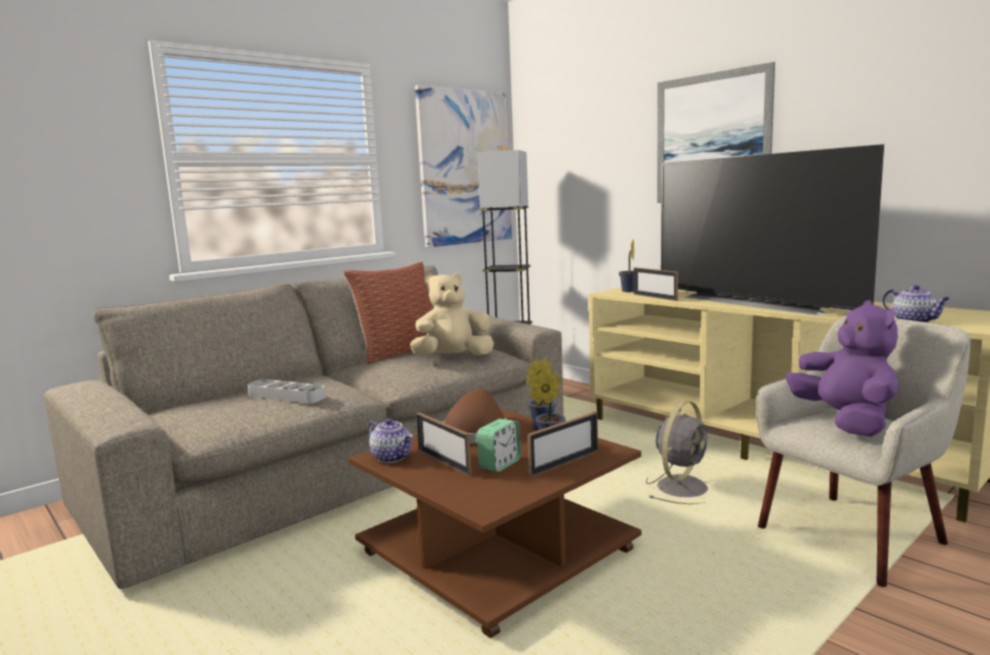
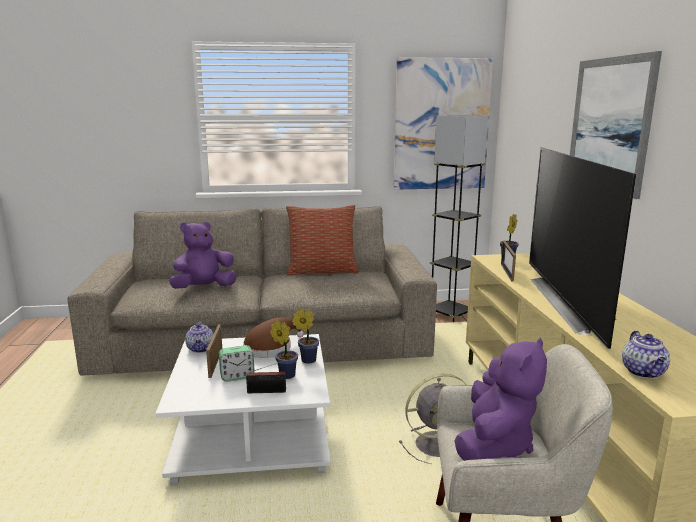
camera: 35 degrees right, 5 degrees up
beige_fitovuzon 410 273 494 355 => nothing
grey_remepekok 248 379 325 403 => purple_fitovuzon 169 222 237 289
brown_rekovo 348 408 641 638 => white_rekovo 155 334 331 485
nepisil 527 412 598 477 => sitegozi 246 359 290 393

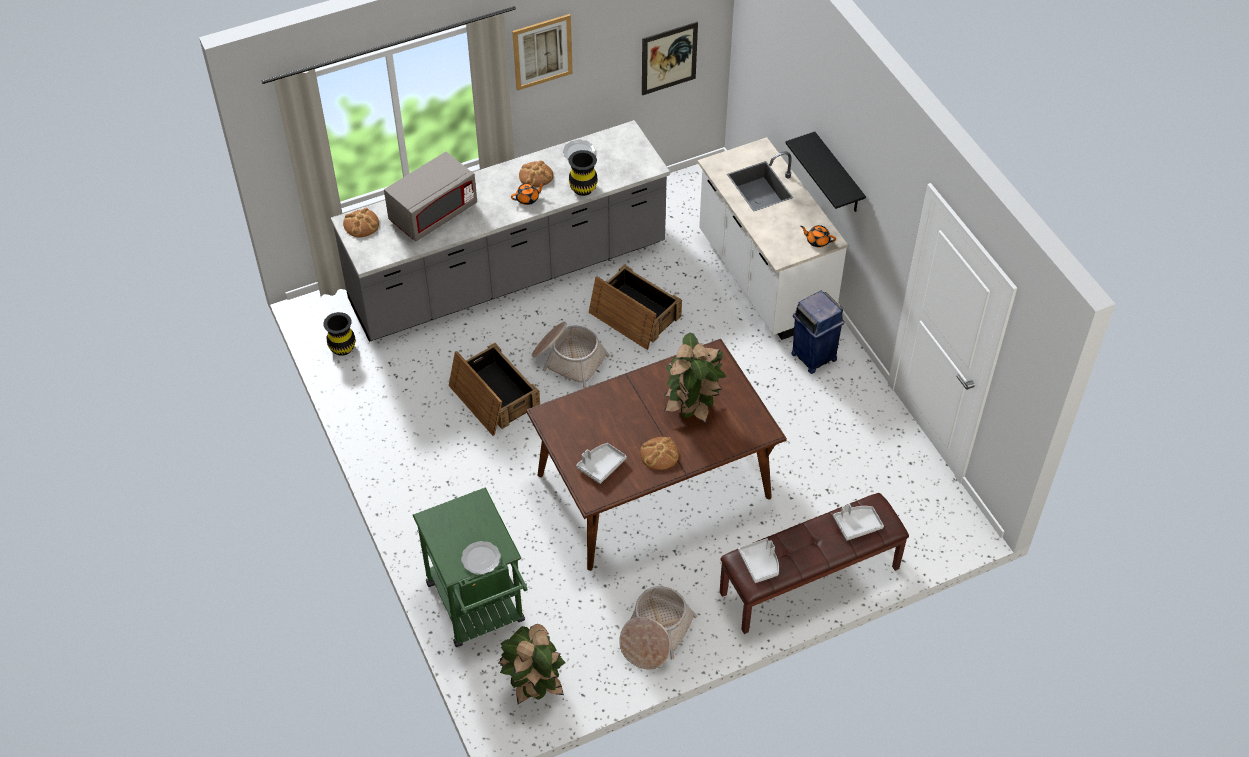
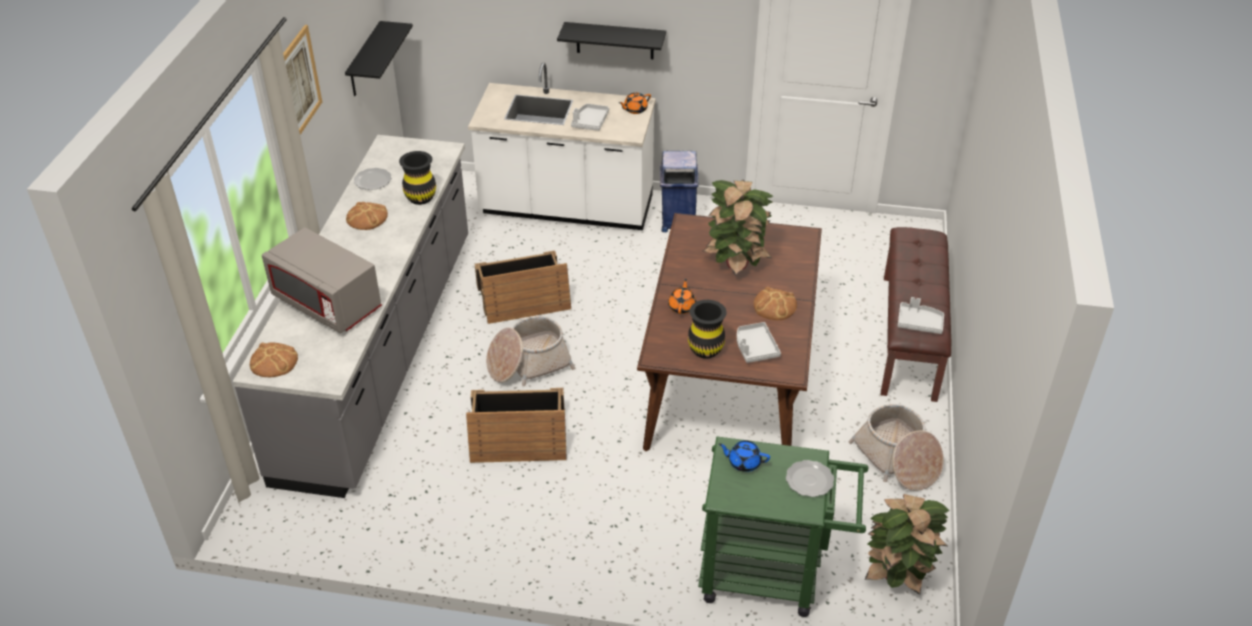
camera: 55 degrees left, 10 degrees down
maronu 642 22 698 95 => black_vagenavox 345 21 413 96
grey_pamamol 384 152 477 241 => grey_pamamol 262 227 382 333, 135 degrees clockwise
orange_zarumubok 511 183 545 205 => orange_zarumubok 668 279 696 314, shifted
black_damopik 323 312 356 356 => black_damopik 688 300 727 359, shifted
grey_remepekok 833 504 884 541 => grey_remepekok 571 104 609 131, shifted
nothing => blue_zarumubok 719 440 770 472

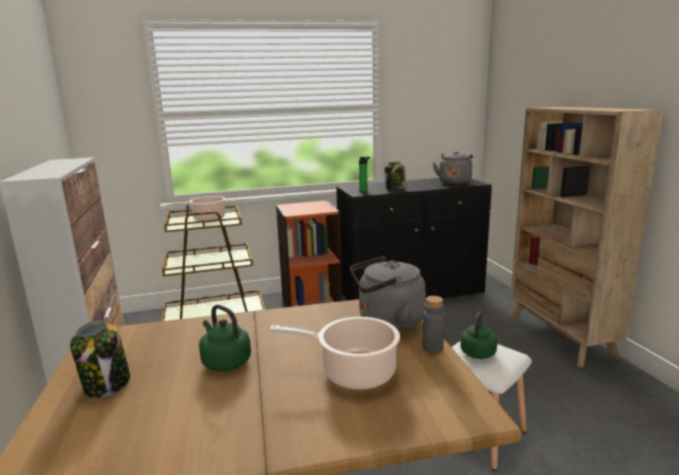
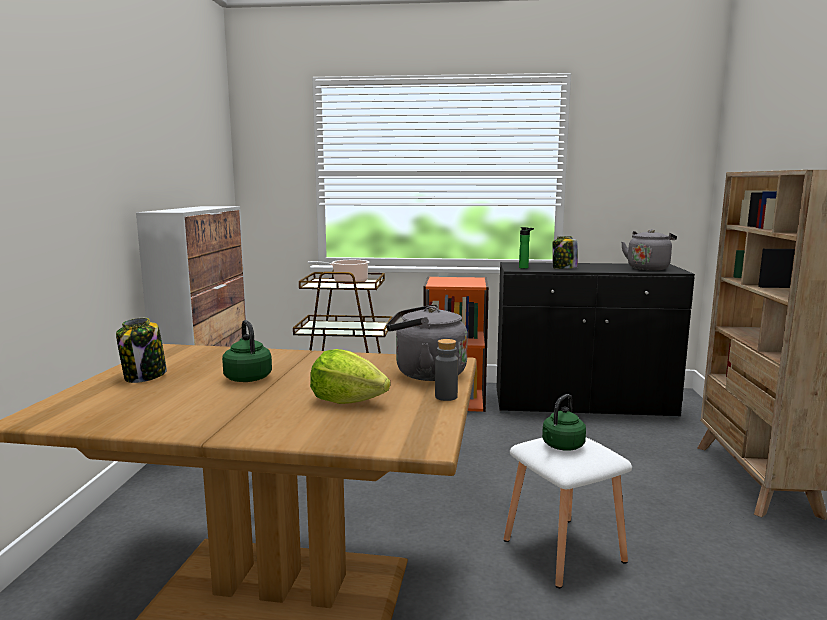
camera: 20 degrees right, 5 degrees down
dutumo 269 317 400 390 => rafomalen 310 349 390 404

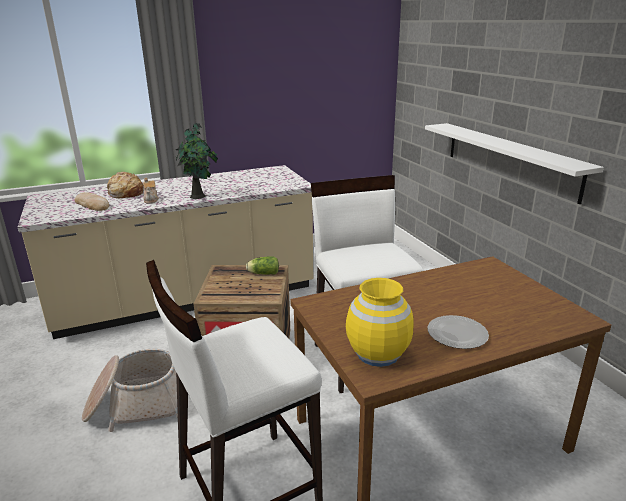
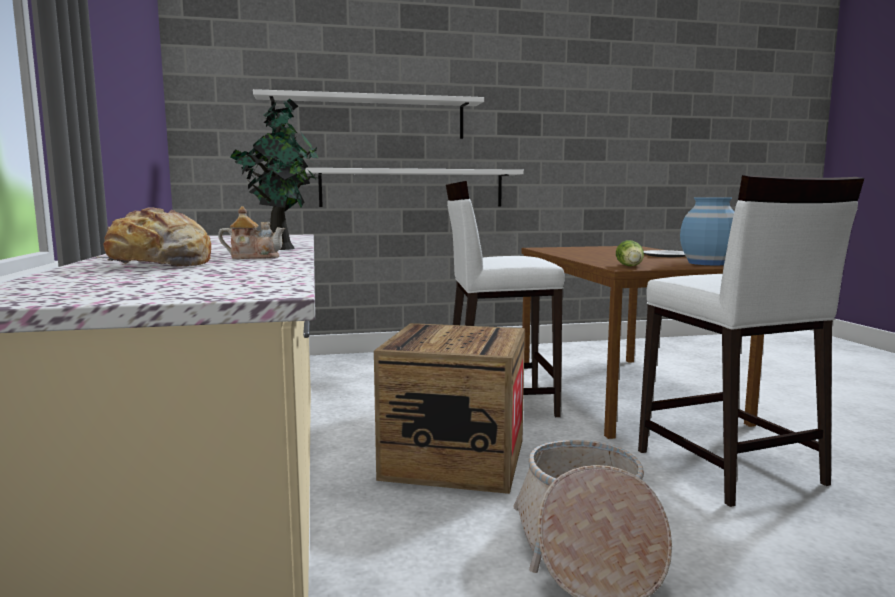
camera: 80 degrees left, 15 degrees down
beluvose 75 192 109 211 => nothing
rafomalen 246 256 279 275 => rafomalen 616 240 644 266, shifted
yellow_damopik 346 278 414 367 => blue_damopik 680 198 735 265
nothing => white_vagenavox 253 89 484 139

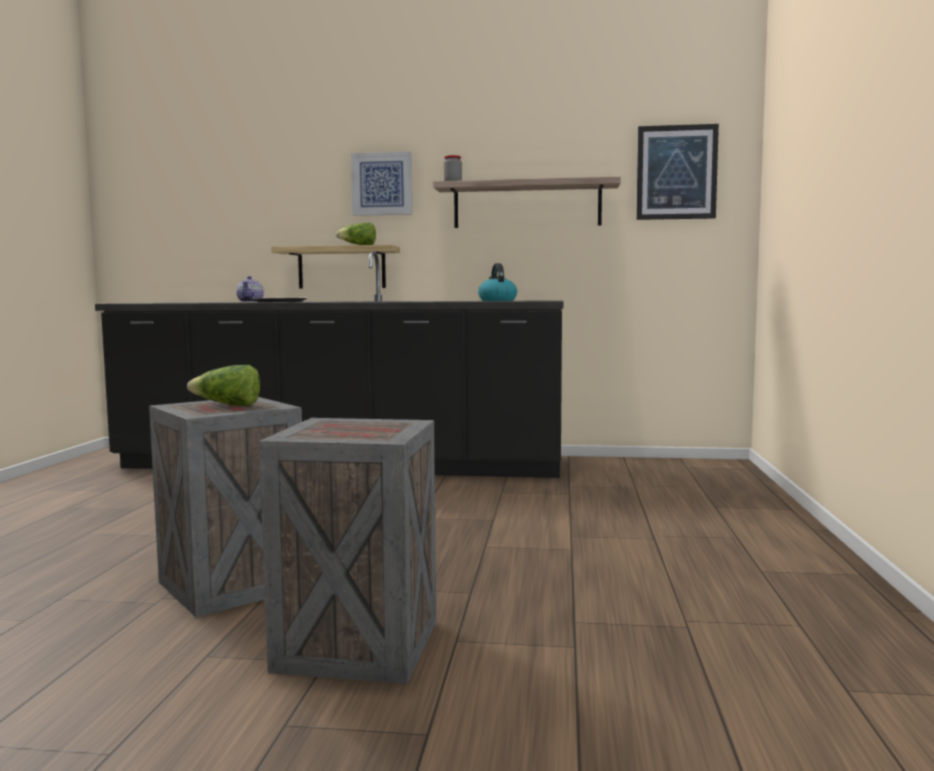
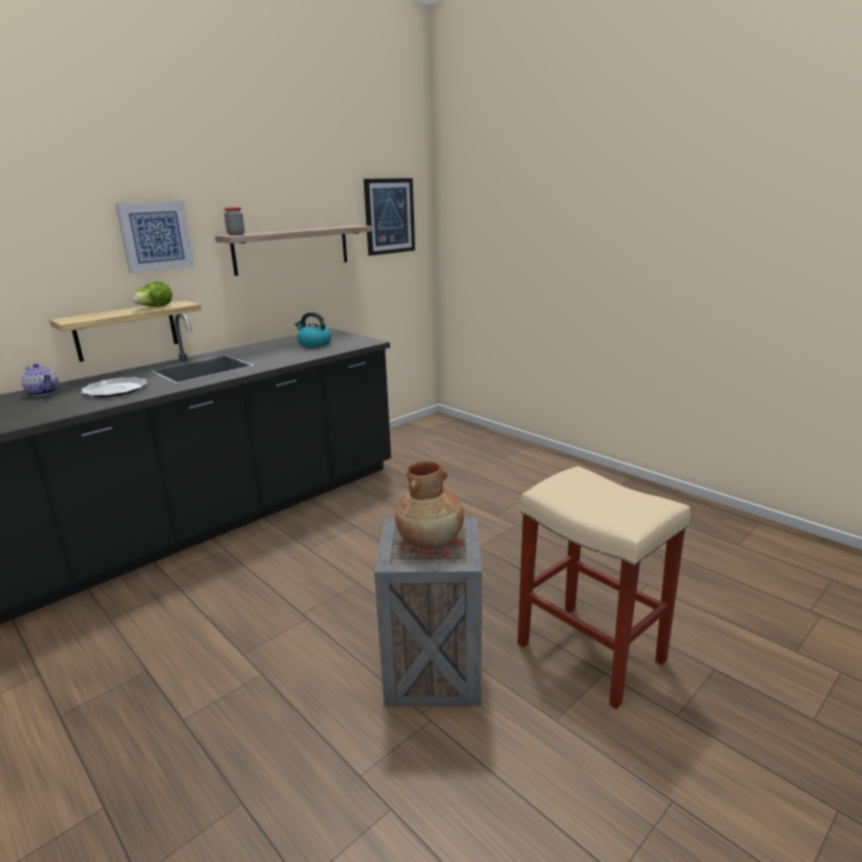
camera: 50 degrees left, 15 degrees up
rafomalen 187 365 260 406 => brown_damopik 395 461 464 550
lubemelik 259 418 436 684 => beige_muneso 518 466 691 709

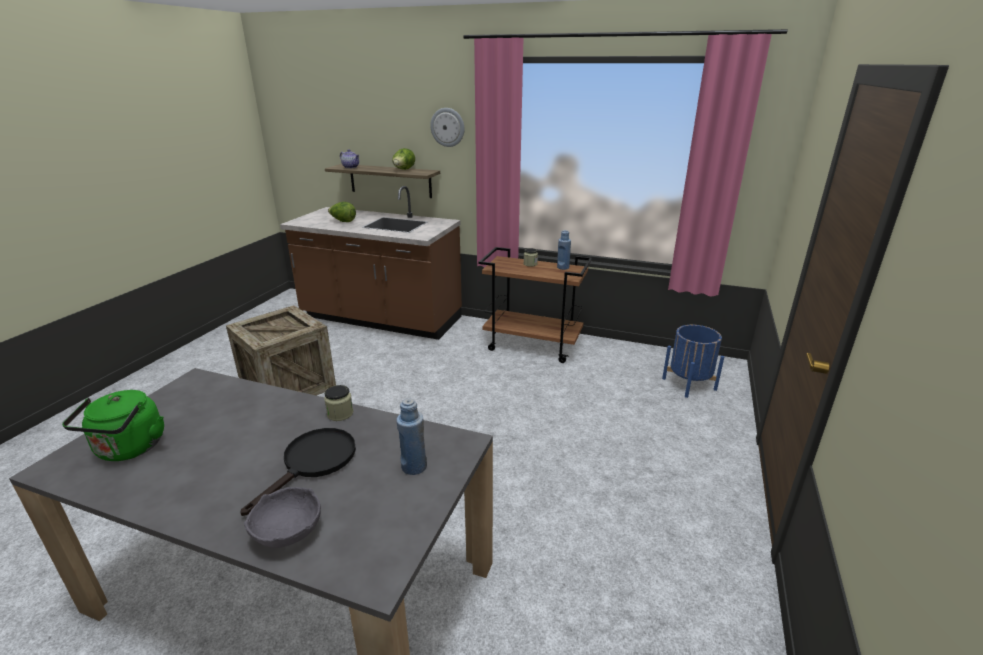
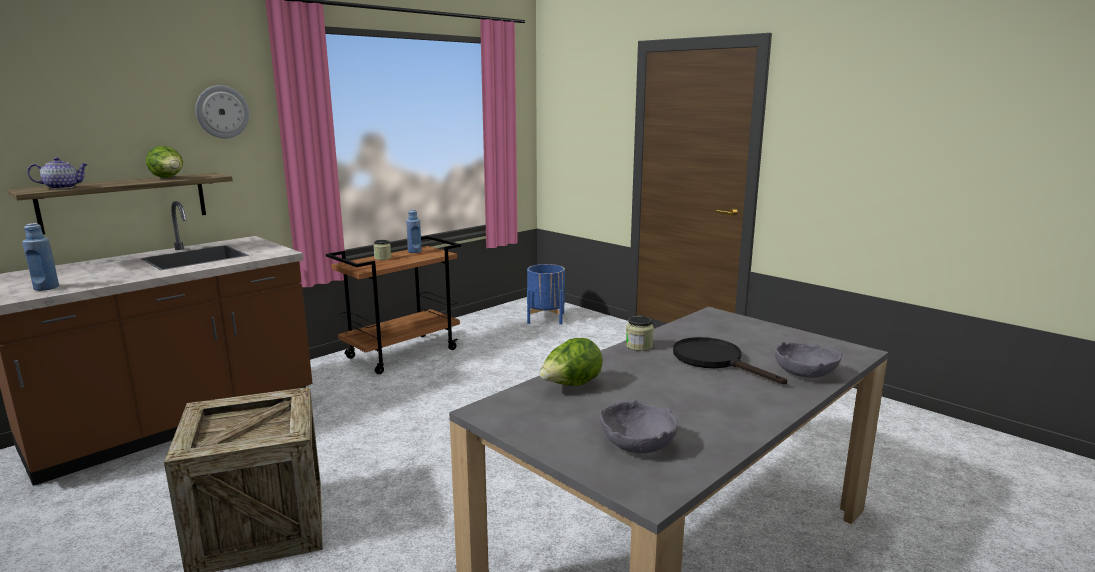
camera: 65 degrees left, 10 degrees down
rafomalen 328 202 356 222 => rafomalen 540 338 603 386, shifted
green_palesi 62 390 164 461 => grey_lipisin 599 399 678 453
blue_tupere 397 398 427 475 => blue_tupere 22 223 59 291, shifted

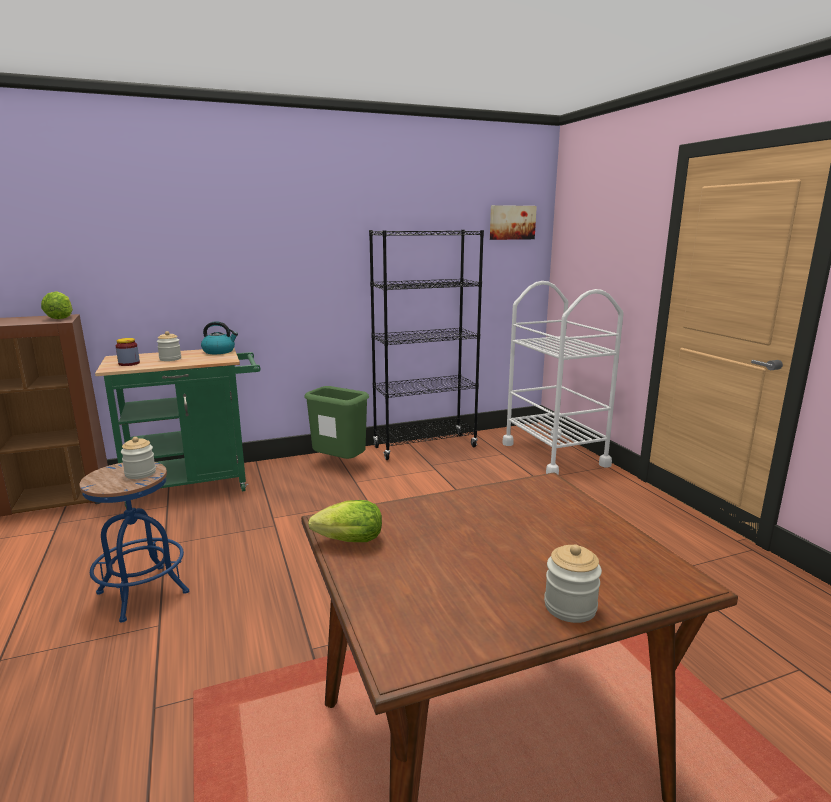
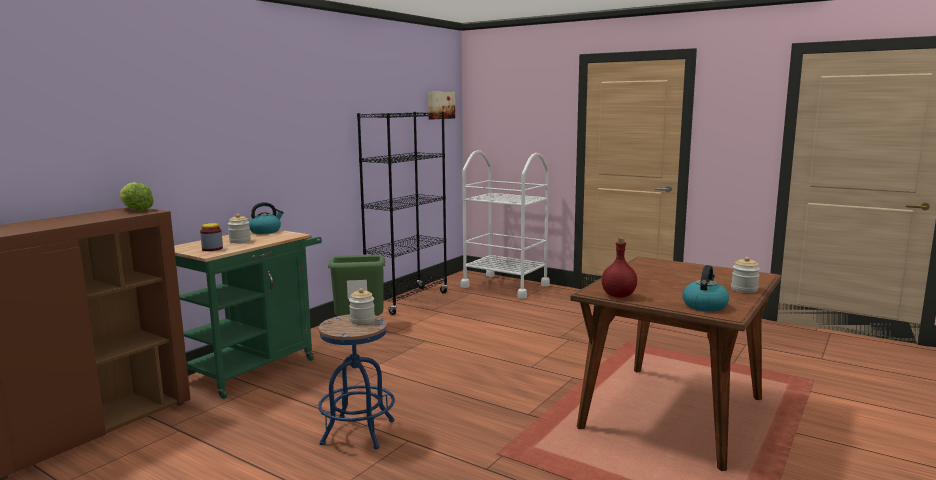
camera: 35 degrees left, 5 degrees down
rafomalen 308 500 382 542 => red_tupere 602 237 637 298
nothing => palesi 682 265 729 312

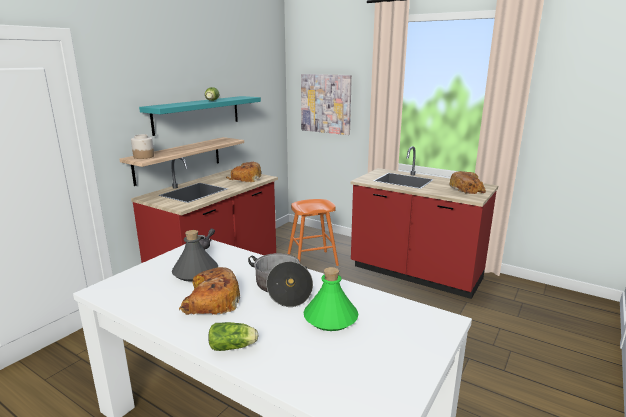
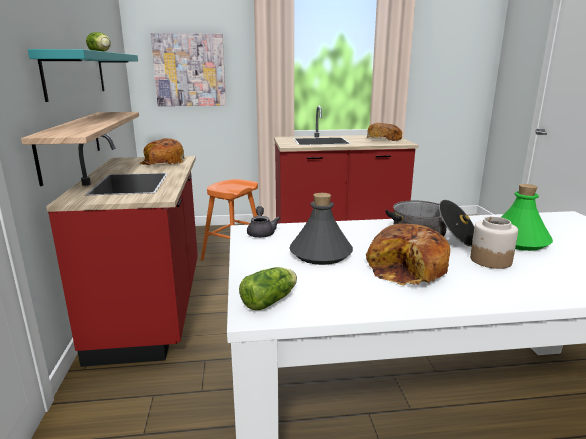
camera: 40 degrees left, 0 degrees up
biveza 131 134 154 159 => biveza 470 217 518 269, shifted
rafomalen 208 322 259 351 => rafomalen 239 267 297 310, shifted

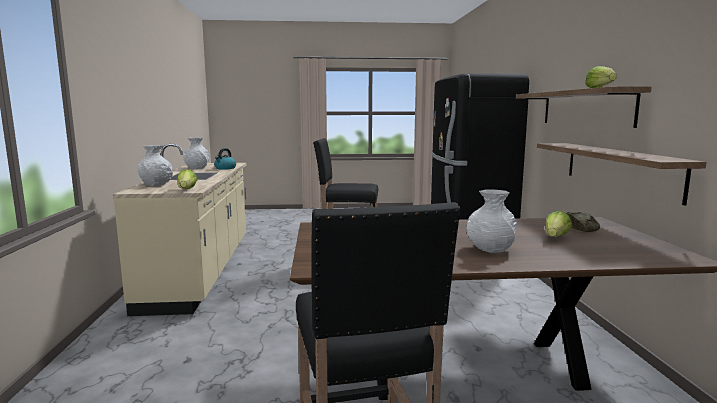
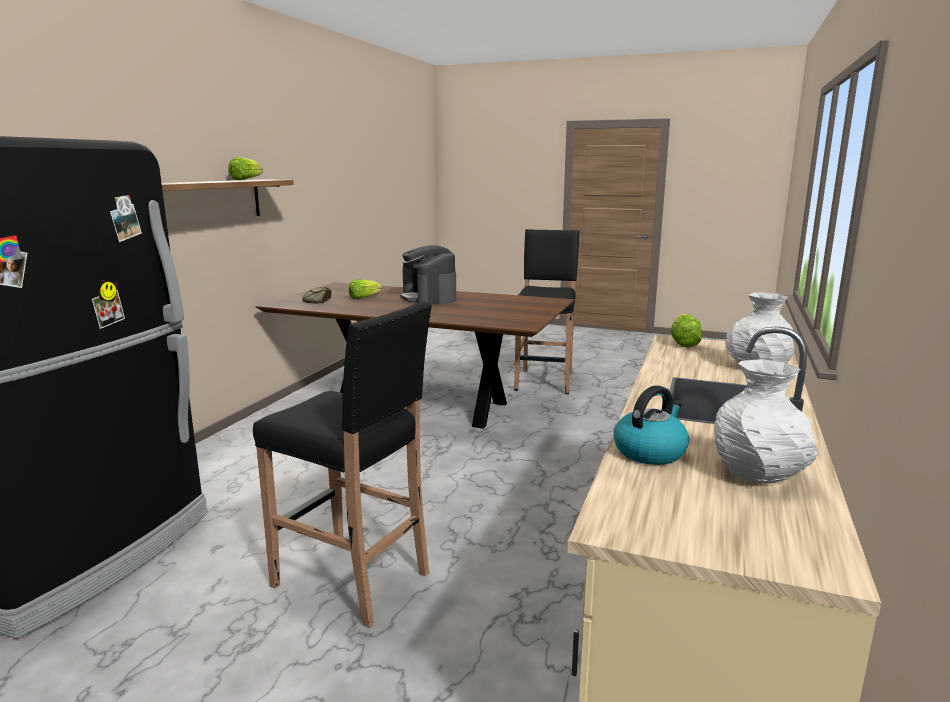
camera: 155 degrees left, 5 degrees up
vagenavox 537 143 707 206 => nothing
white_damopik 466 189 517 253 => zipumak 400 245 456 305

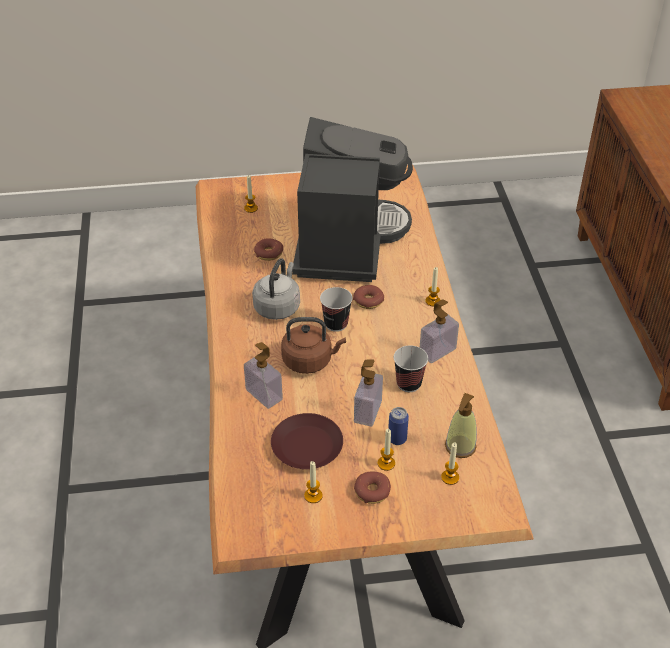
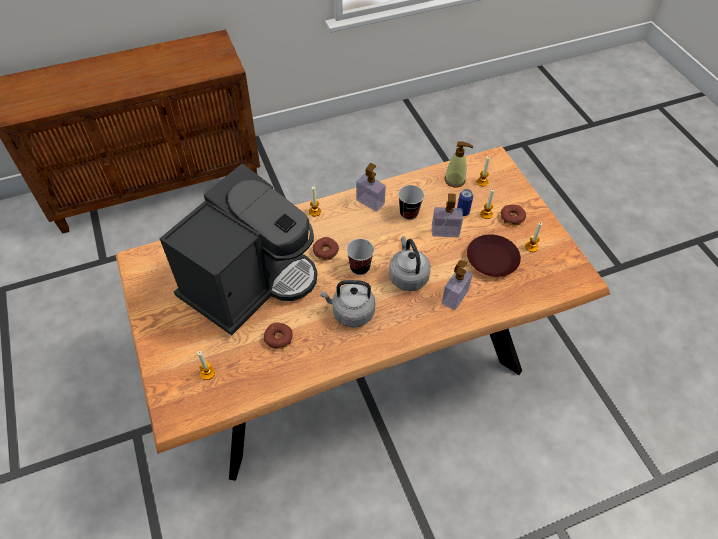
camera: 105 degrees left, 10 degrees up
zipumak 292 117 413 282 => zipumak 159 163 317 335, 135 degrees clockwise
brown_palesi 281 317 346 374 => grey_palesi 389 236 431 291

